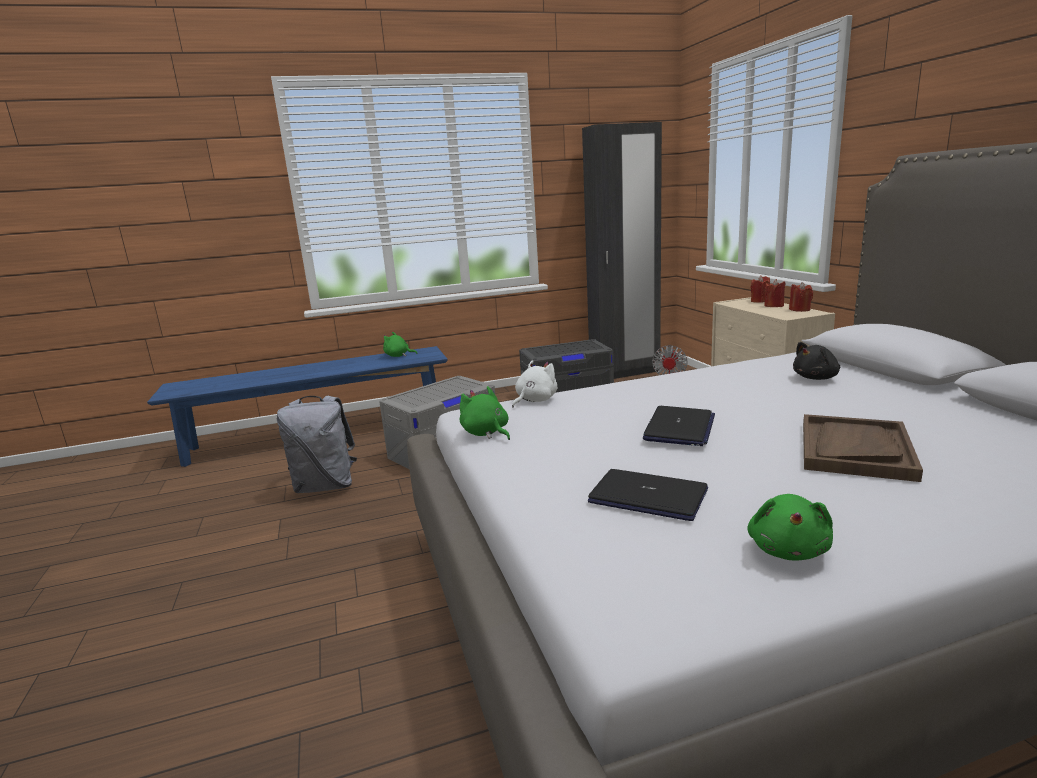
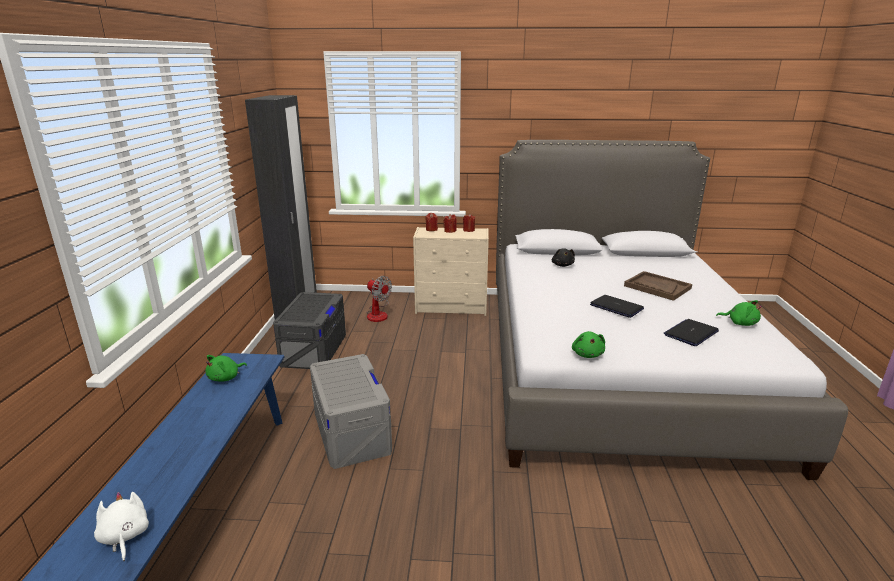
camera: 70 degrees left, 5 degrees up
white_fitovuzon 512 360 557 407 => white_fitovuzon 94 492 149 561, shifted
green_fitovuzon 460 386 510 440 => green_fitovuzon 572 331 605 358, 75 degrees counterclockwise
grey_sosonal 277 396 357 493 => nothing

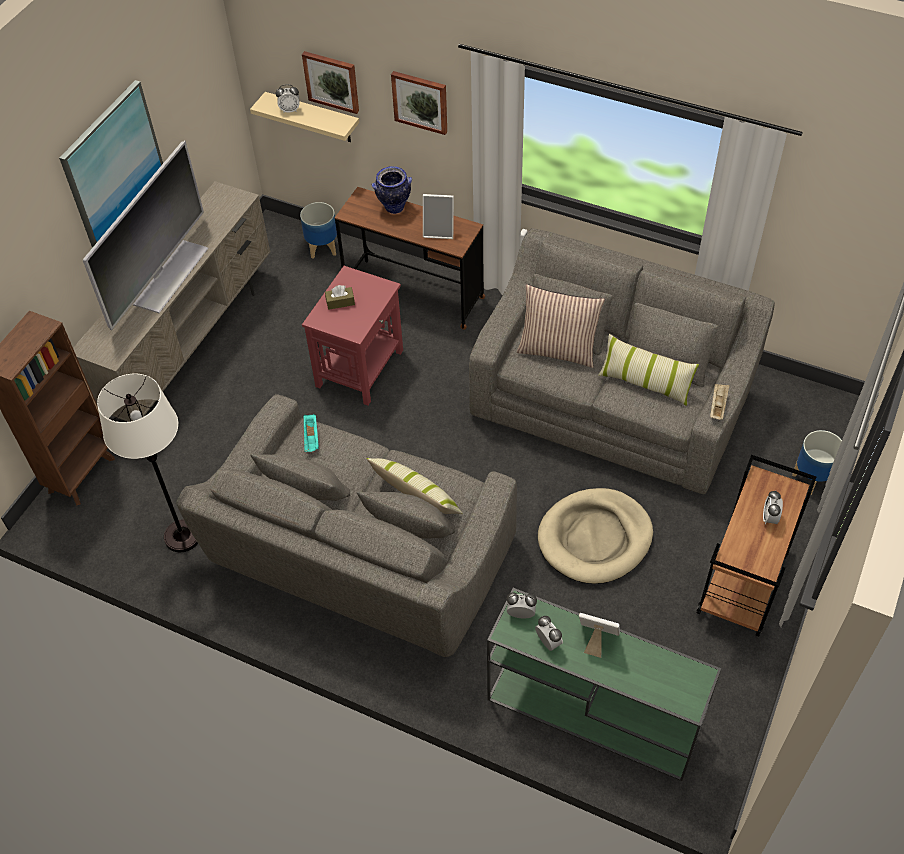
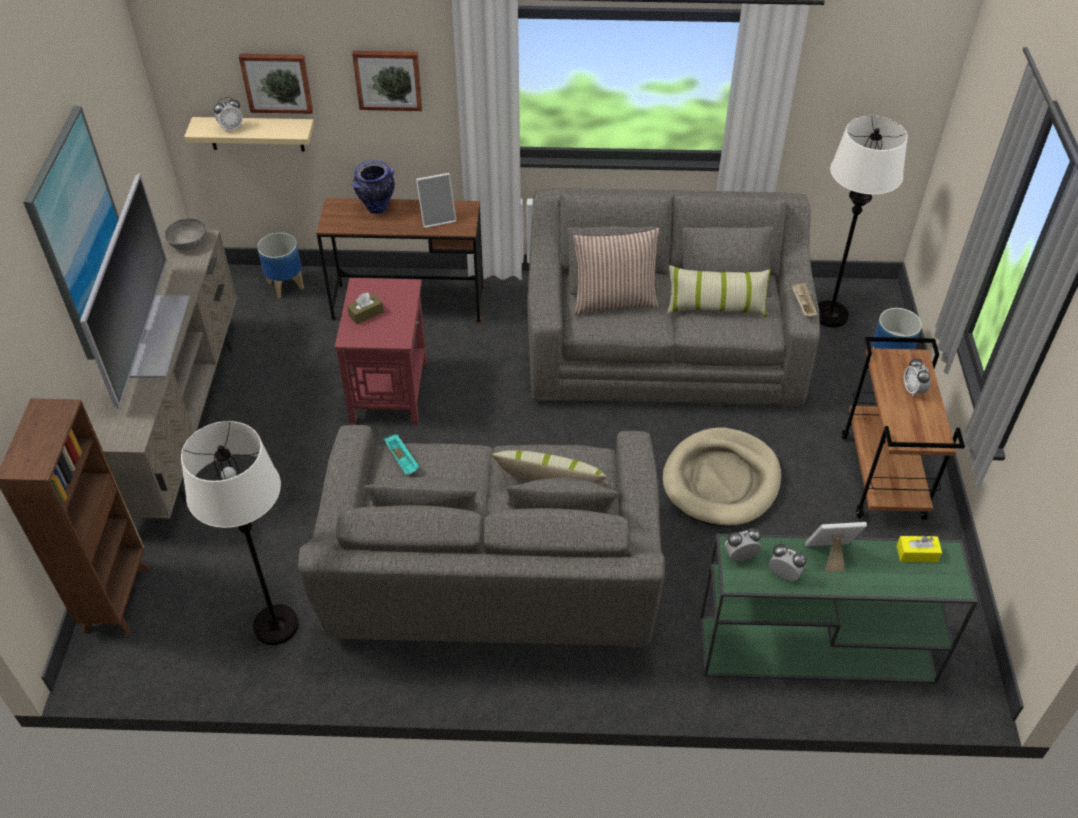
camera: 25 degrees left, 5 degrees down
nothing => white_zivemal 818 116 908 327
nothing => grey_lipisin 165 218 206 250
nothing => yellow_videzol 896 536 942 562

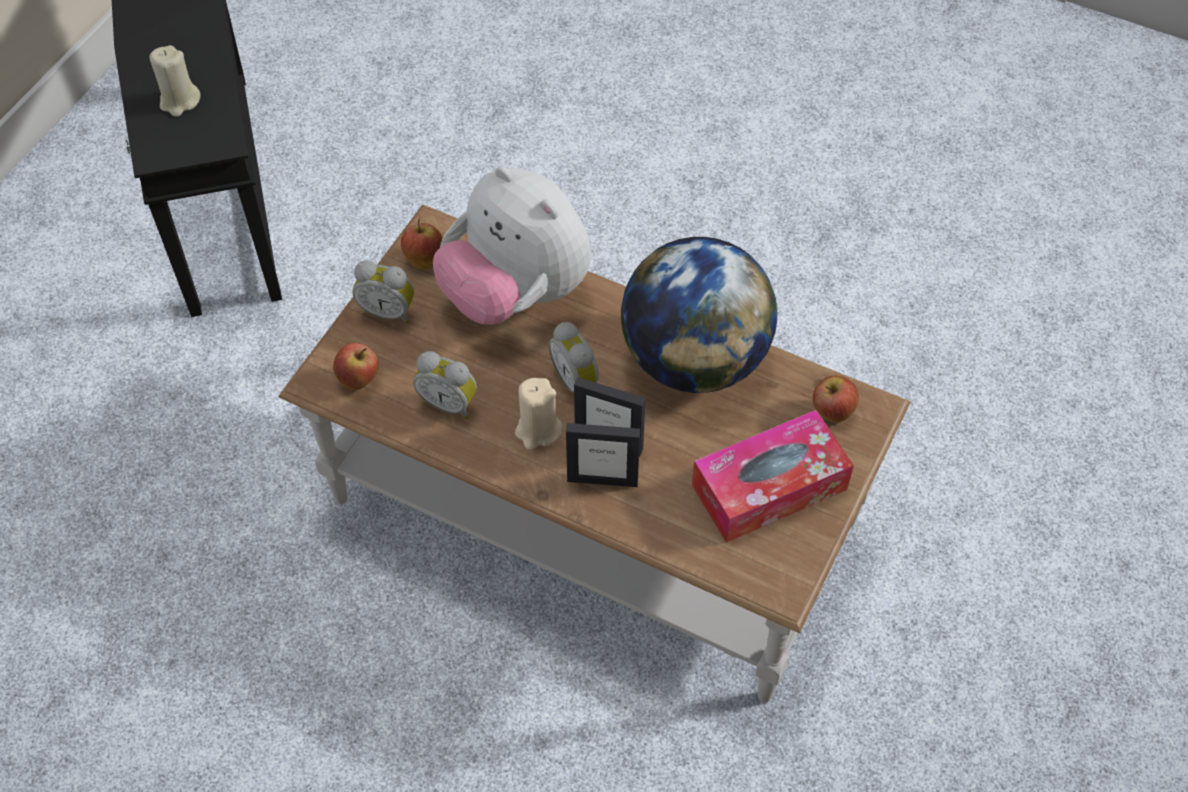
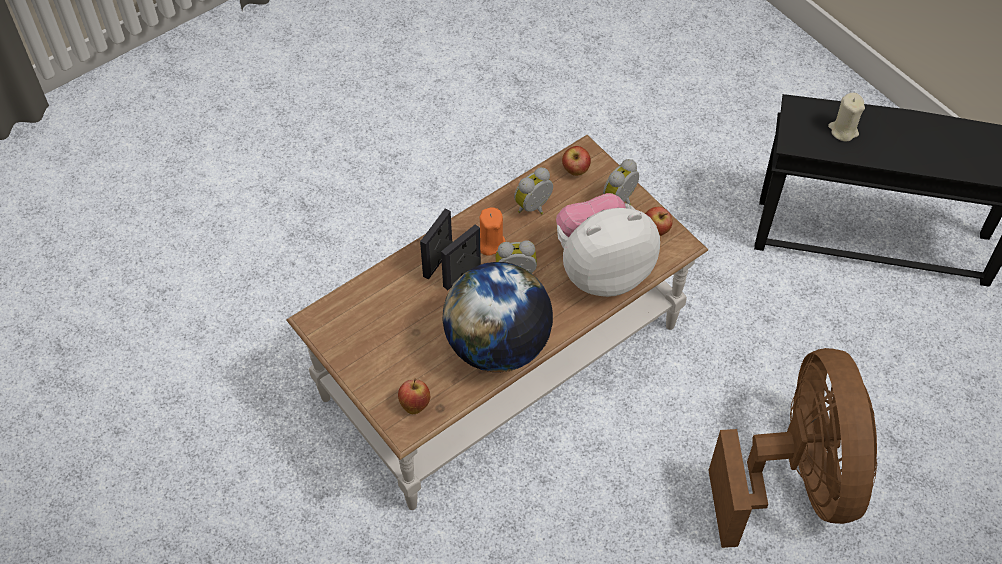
camera: 115 degrees right, 0 degrees up
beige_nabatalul 515 378 563 450 => orange_nabatalul 480 207 505 256
videzol 692 410 854 543 => nothing
nothing => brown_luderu 709 348 877 548

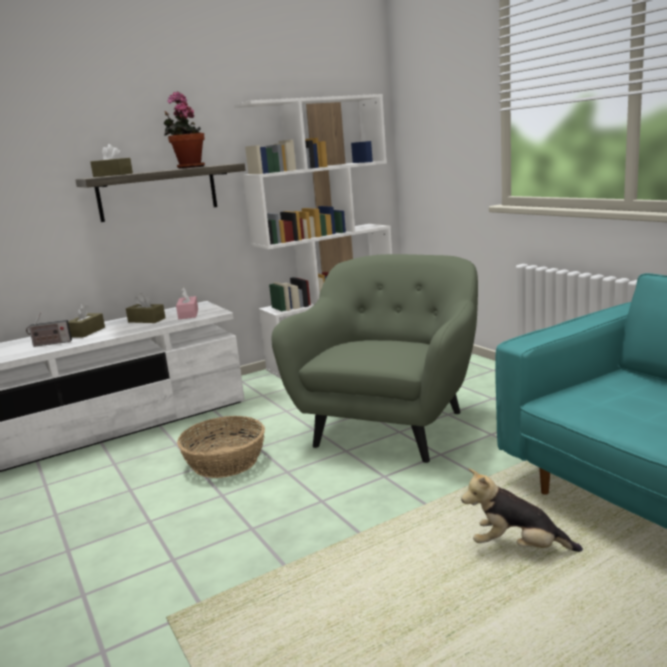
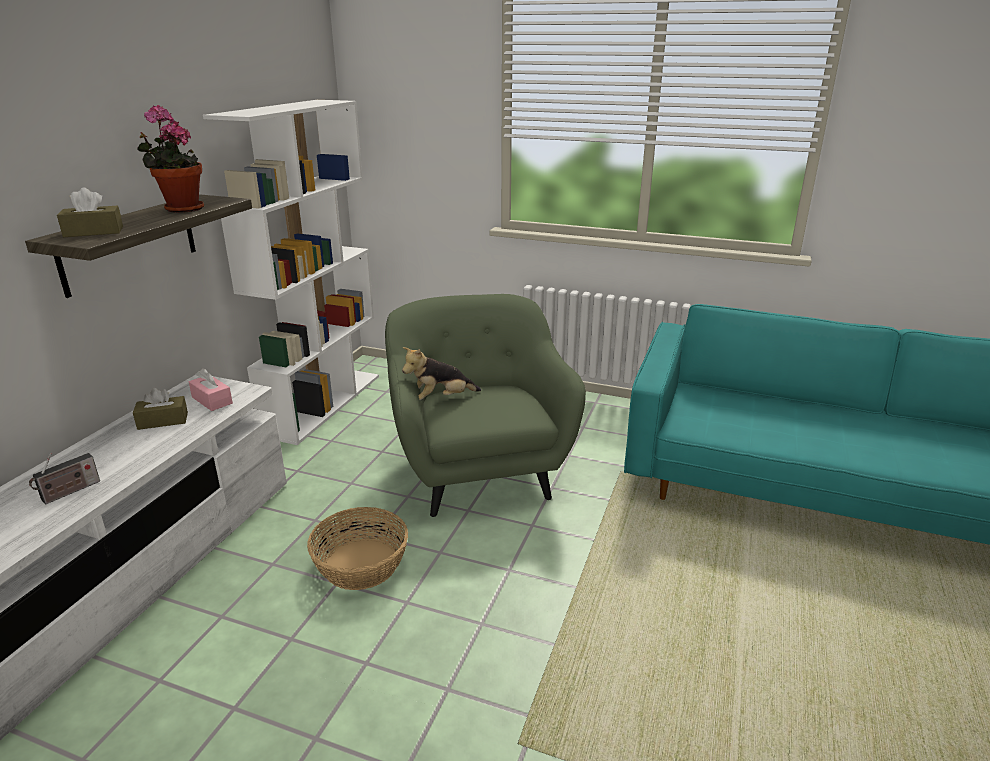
camera: 40 degrees left, 10 degrees up
brown_videzol 68 303 105 338 => nothing
fitovuzon 461 468 583 552 => fitovuzon 402 347 481 400, shifted

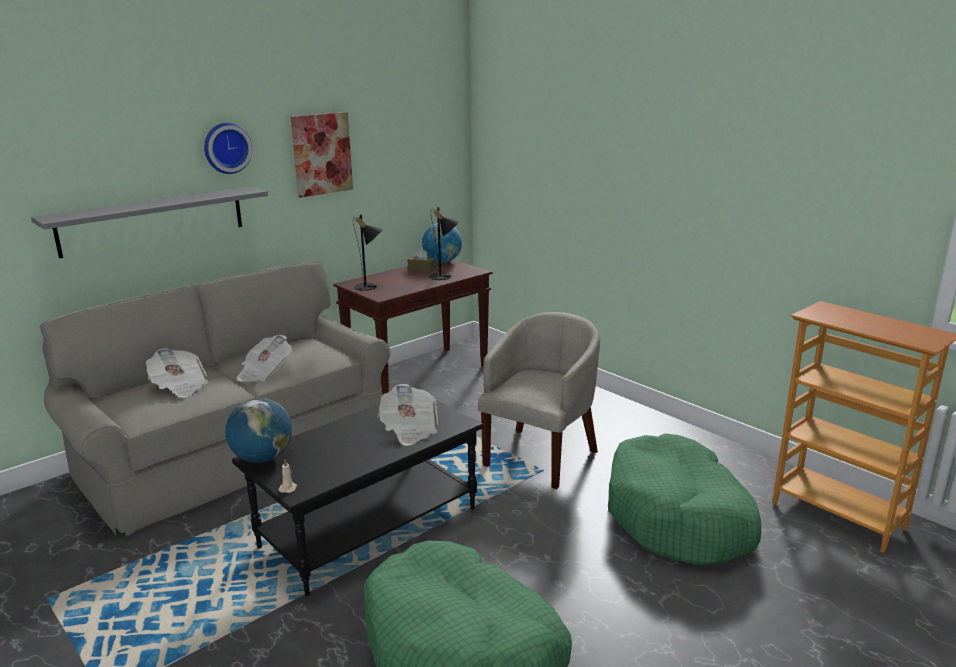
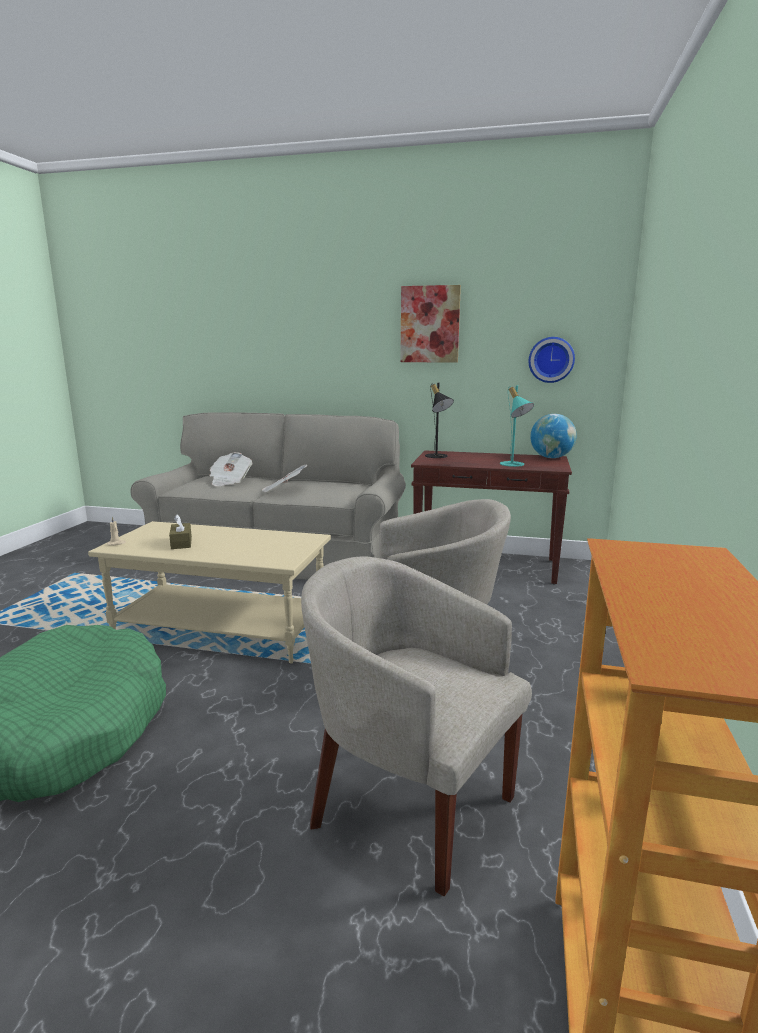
camera: 55 degrees right, 5 degrees down
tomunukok 204 123 252 174 => tomunukok 528 337 575 383, shifted
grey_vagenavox 31 186 268 258 => nothing
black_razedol 429 207 459 280 => turquoise_razedol 500 385 534 467
brown_videzol 408 249 436 272 => brown_videzol 169 514 192 549, shifted
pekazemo 378 384 438 446 => nothing
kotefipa 225 398 292 463 => nothing
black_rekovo 232 400 484 596 => beige_rekovo 88 521 331 664
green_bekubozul 608 433 761 565 => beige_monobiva 301 556 532 896

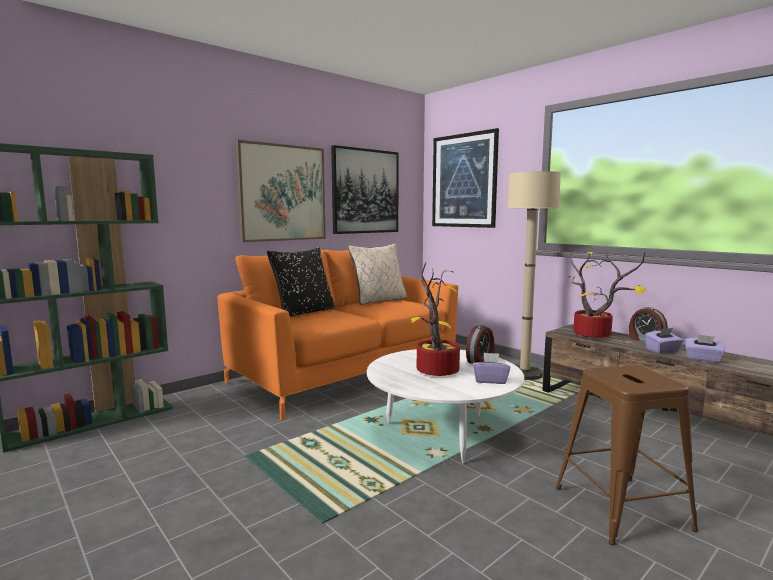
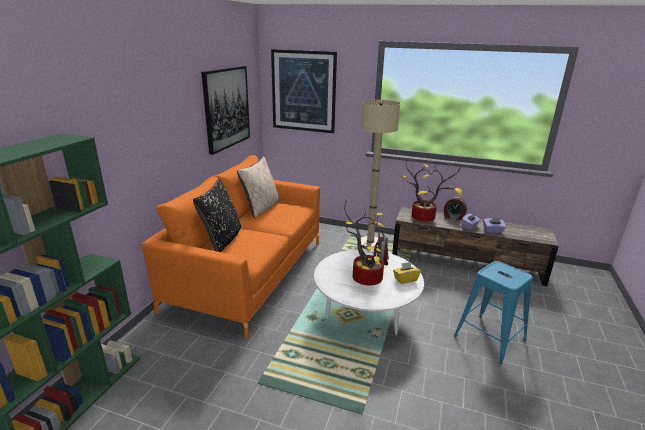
camera: 30 degrees left, 15 degrees up
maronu 236 140 326 242 => nothing
purple_videzol 473 353 510 384 => yellow_videzol 393 262 421 284
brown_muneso 556 365 698 545 => blue_muneso 454 261 533 364

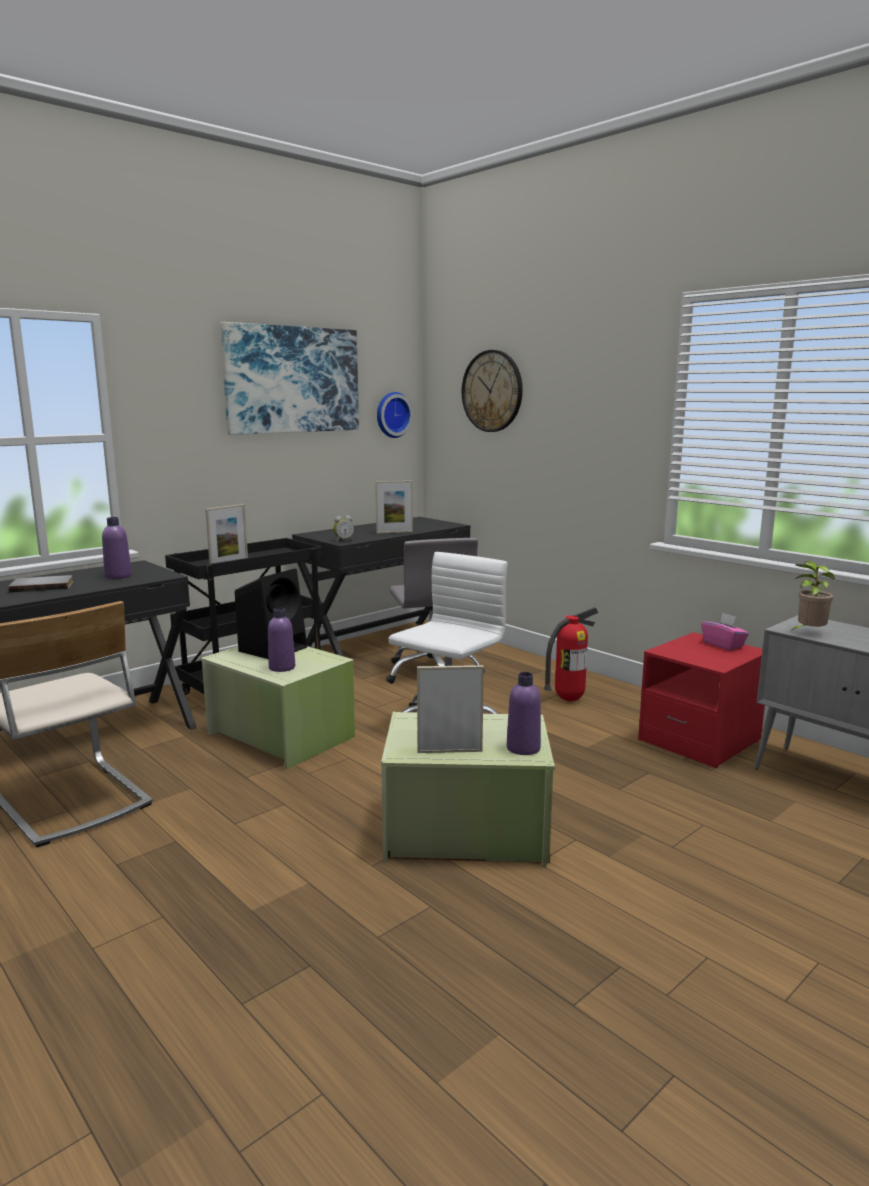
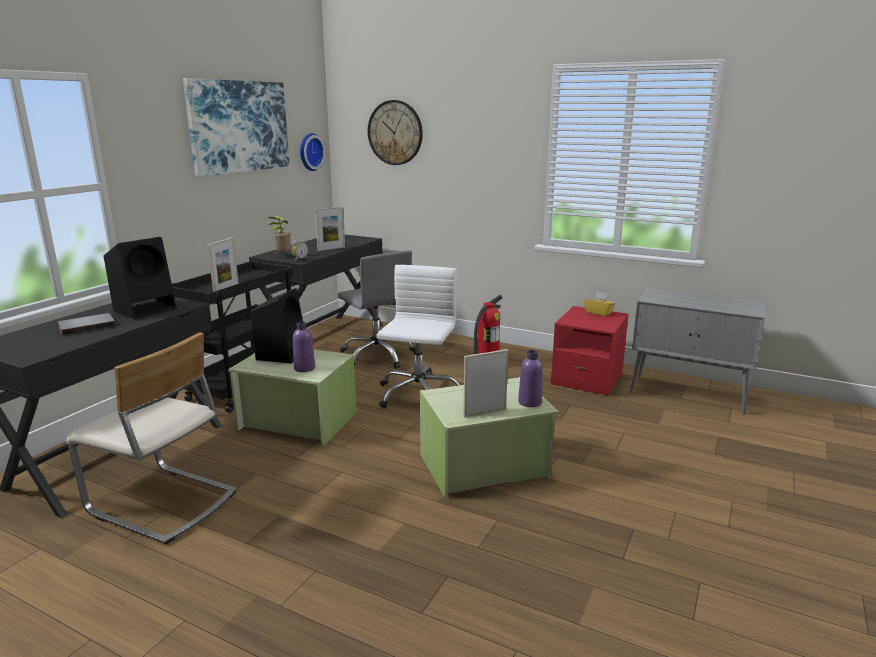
camera: 20 degrees left, 5 degrees up
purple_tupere 102 517 132 579 => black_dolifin 104 237 177 319
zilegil 792 561 835 630 => zilegil 268 215 291 255, shifted
pink_videzol 701 613 749 650 => yellow_videzol 584 292 615 316

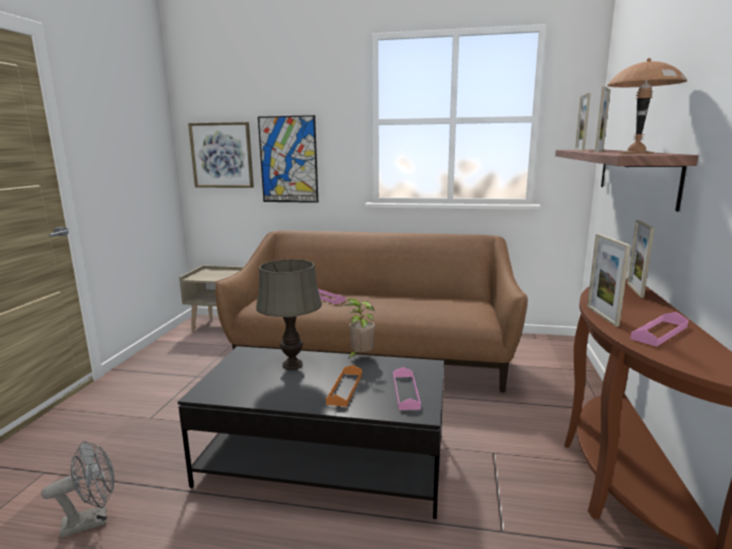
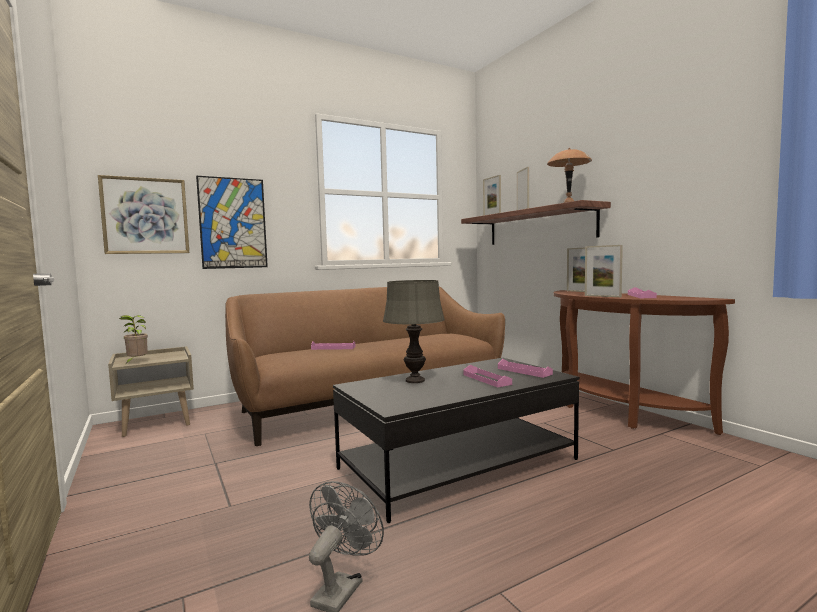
camera: 40 degrees left, 10 degrees down
zilegil 345 299 375 360 => zilegil 119 315 148 363, shifted
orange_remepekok 326 365 362 407 => pink_remepekok 463 365 512 387

